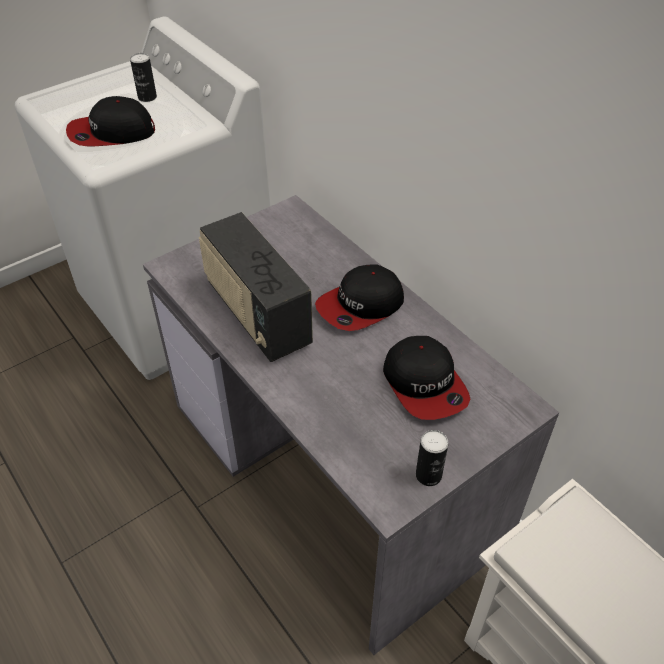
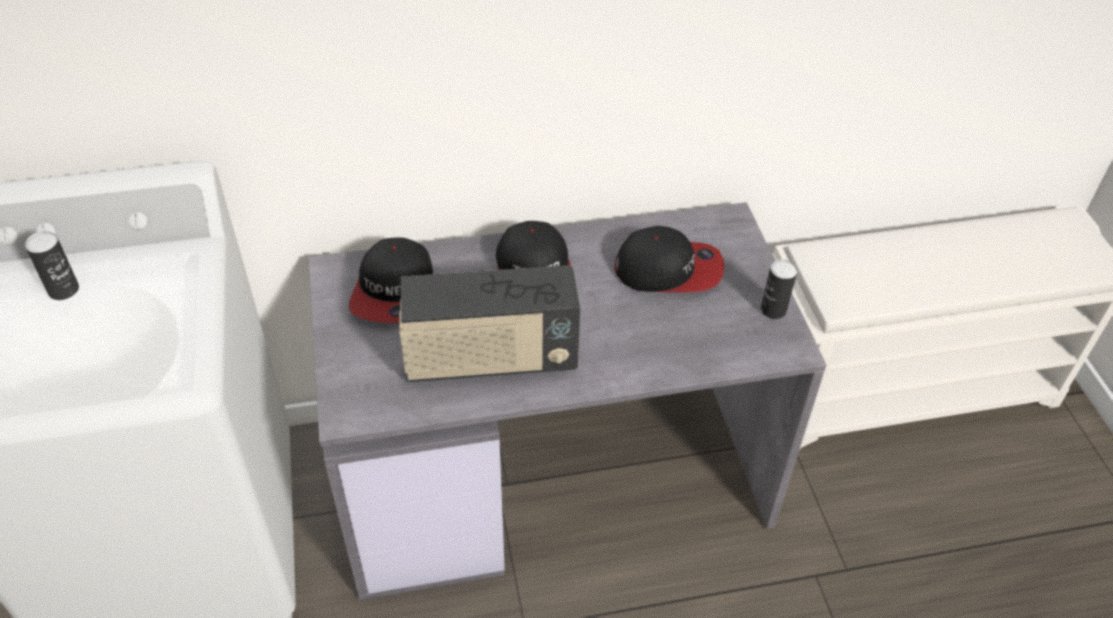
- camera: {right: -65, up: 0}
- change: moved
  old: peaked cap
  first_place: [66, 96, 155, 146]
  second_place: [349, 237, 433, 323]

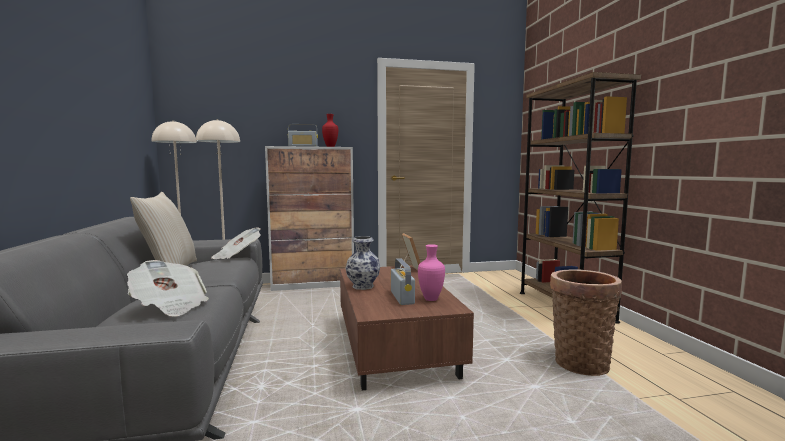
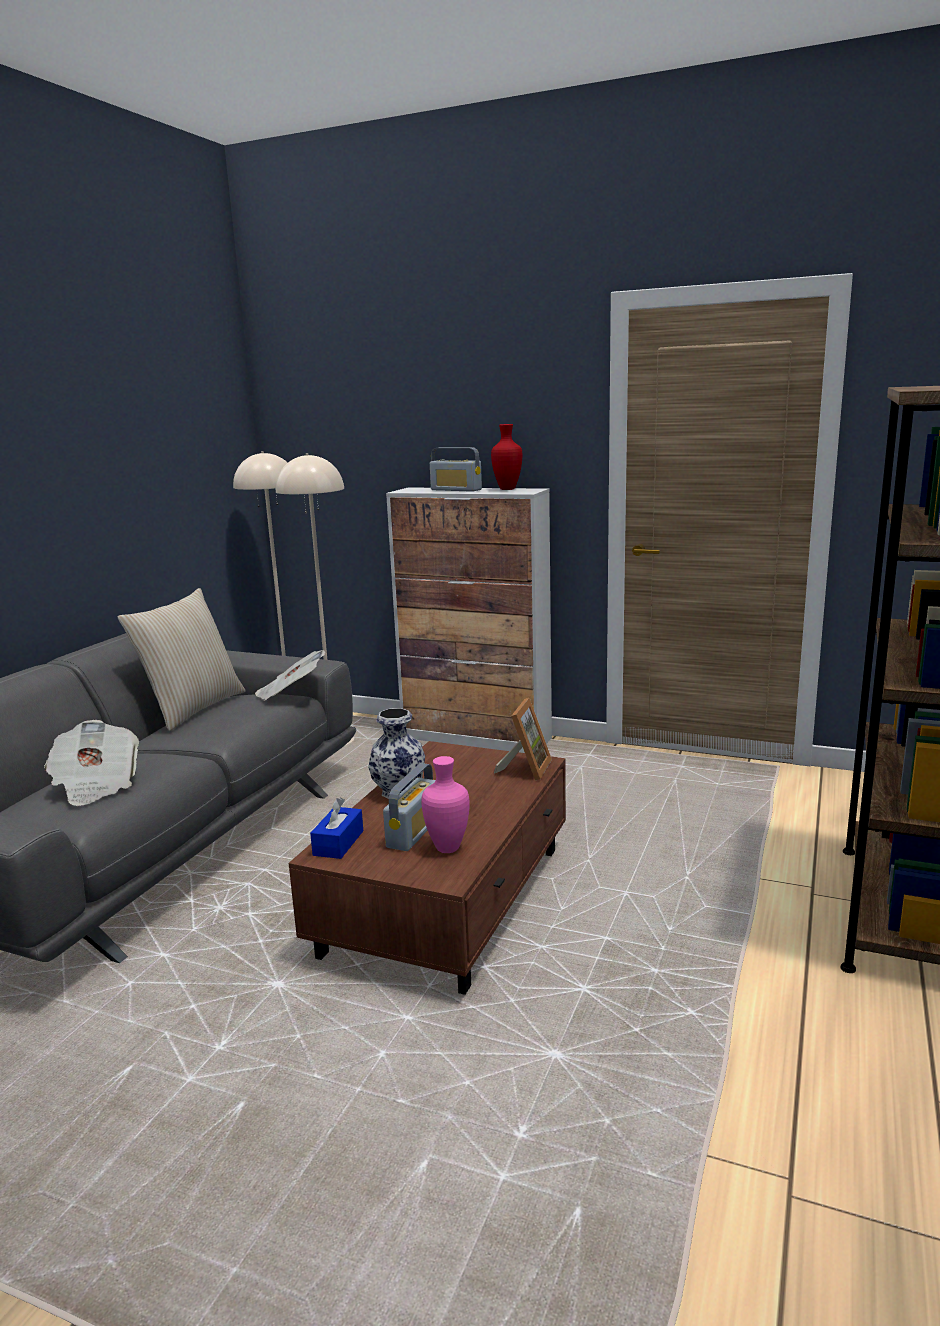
- camera: {right: 35, up: 10}
- change: removed
  old: basket
  first_place: [550, 269, 622, 376]
- change: added
  new: bluish tissue box
  second_place: [310, 797, 363, 859]

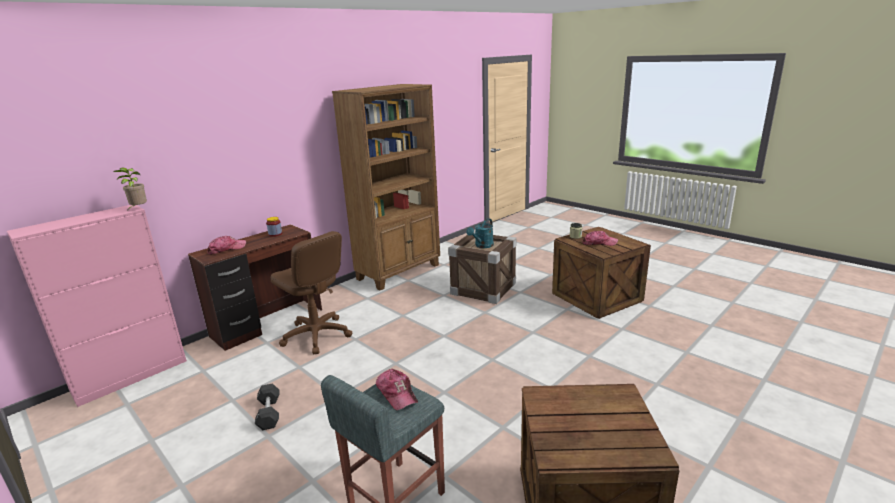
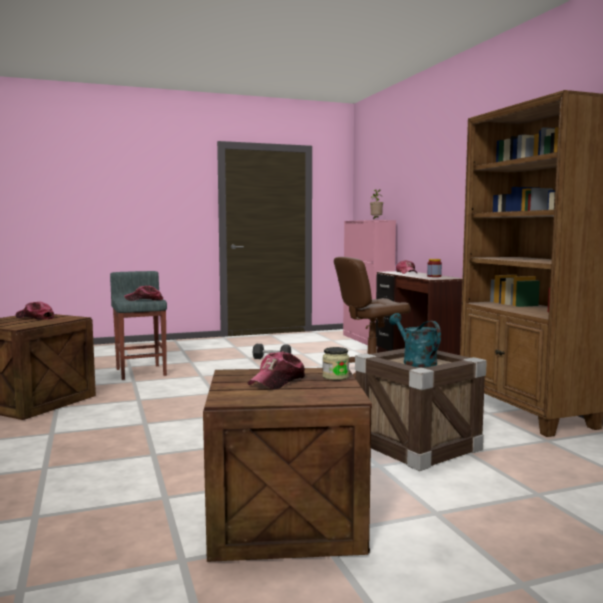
- camera: {right: 115, up: -15}
- change: added
  new: peaked cap
  second_place: [15, 301, 54, 320]

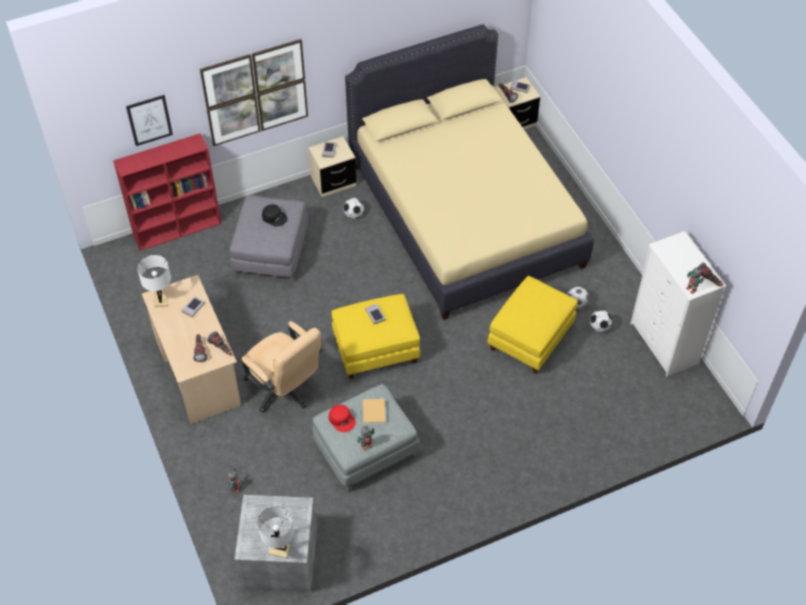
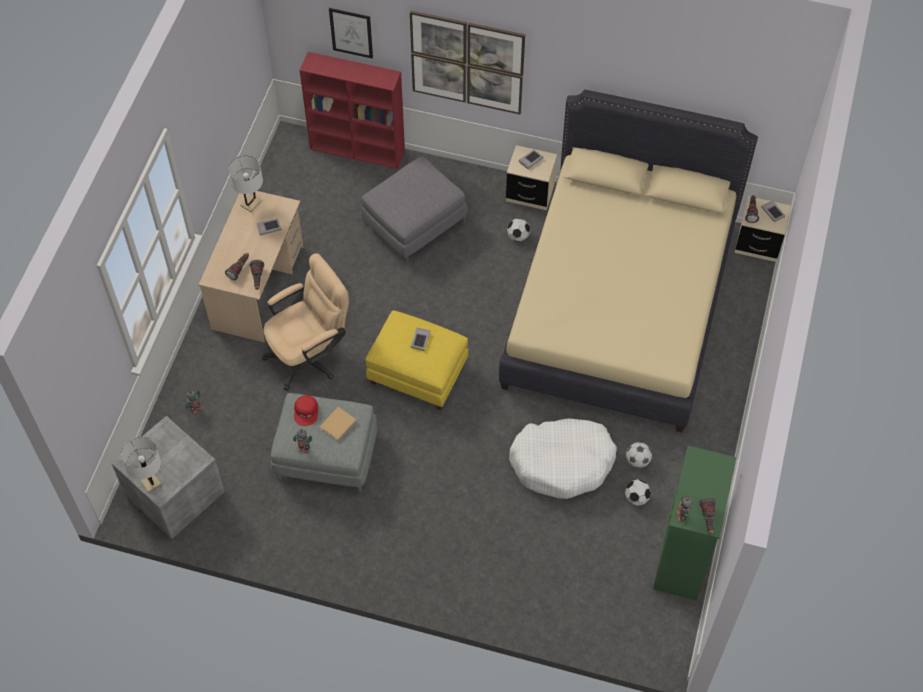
- camera: {right: 40, up: 5}
- change: removed
  old: black peaked cap
  first_place: [262, 204, 287, 226]
- change: replaced
  old: yellowish footrest
  new: whitish dog bed
  first_place: [488, 276, 578, 374]
  second_place: [509, 418, 617, 499]
- change: recoloured
  old: whitish drawer chest
  new: green-coloured drawer chest
  first_place: [630, 231, 726, 376]
  second_place: [653, 446, 737, 601]
- change: turned
  old: sand-coloured office chair
  first_place: [242, 321, 322, 413]
  second_place: [262, 253, 349, 391]
  degrees: -120

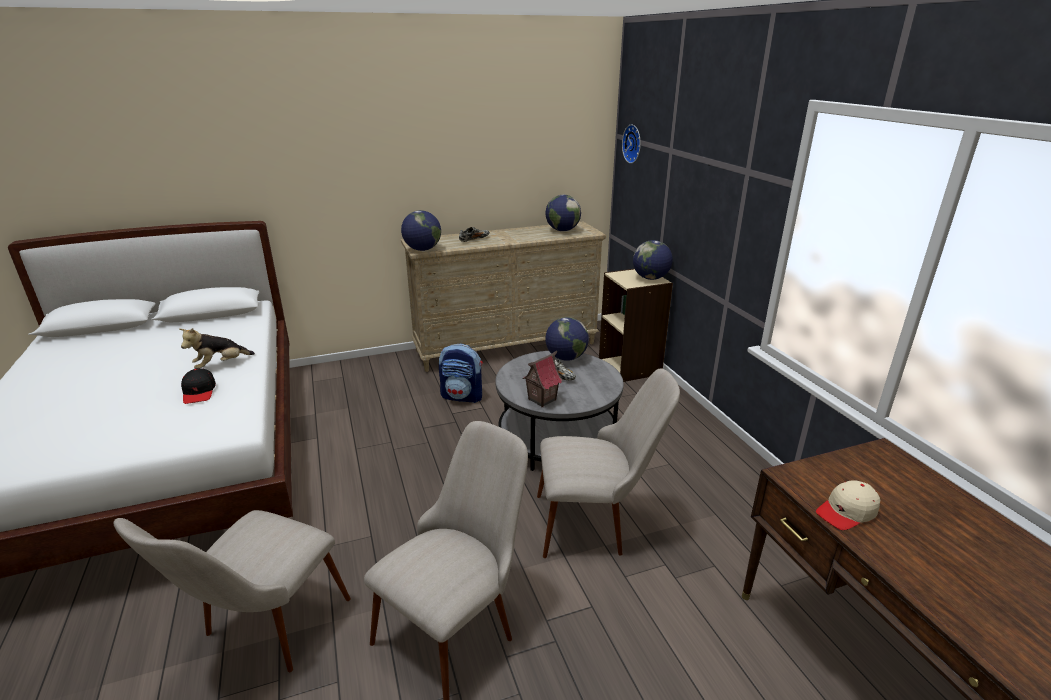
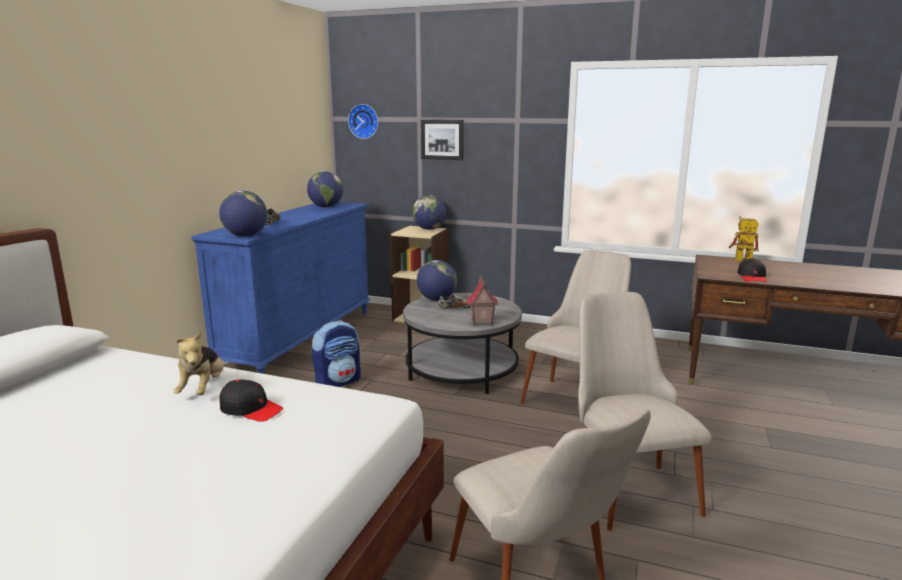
- camera: {right: -50, up: -10}
- change: added
  new: picture
  second_place: [421, 120, 464, 160]
- change: added
  new: robot figure
  second_place: [729, 216, 759, 261]
- change: recoloured
  old: sand-coloured drawer chest
  new: bluish drawer chest
  first_place: [401, 221, 606, 372]
  second_place: [191, 202, 370, 374]
- change: recoloured
  old: sand-coloured peaked cap
  new: black peaked cap
  first_place: [816, 481, 880, 530]
  second_place: [737, 258, 767, 282]

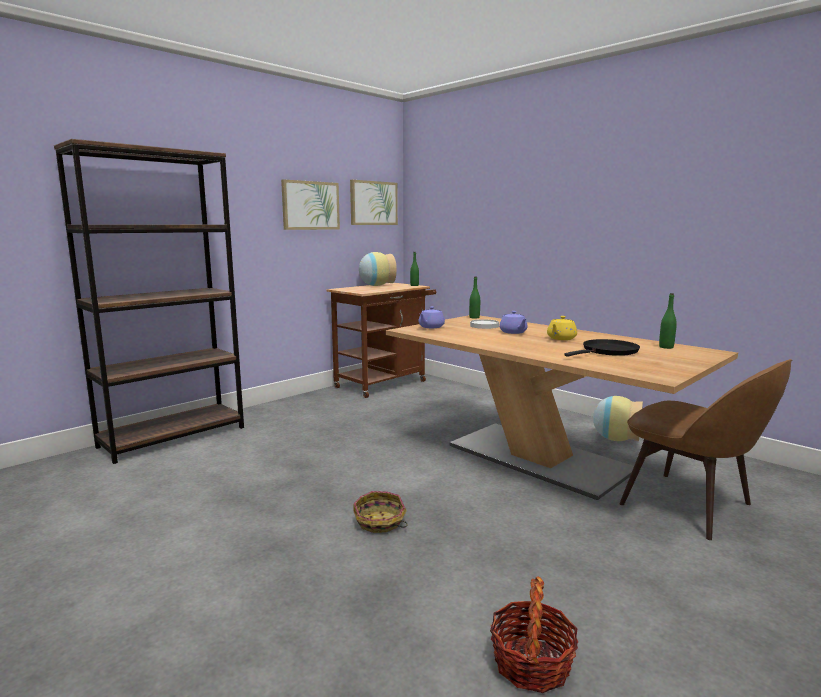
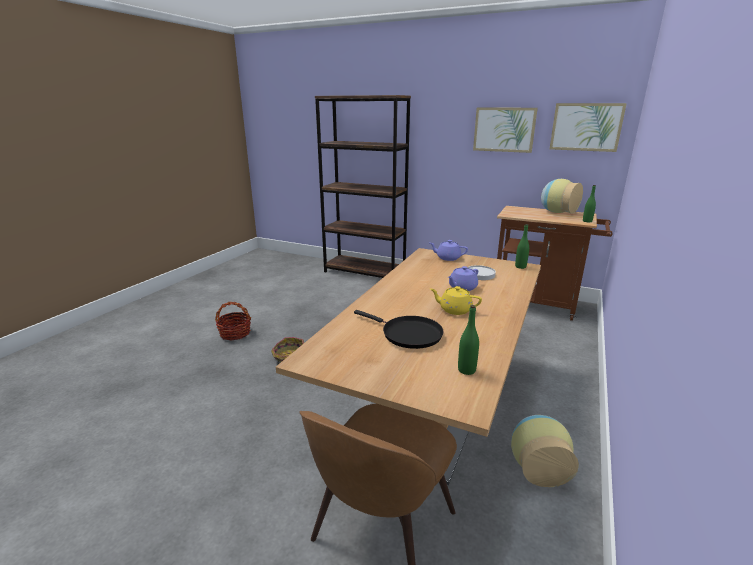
- camera: {right: 70, up: 10}
- change: moved
  old: basket
  first_place: [490, 576, 578, 693]
  second_place: [215, 302, 251, 340]

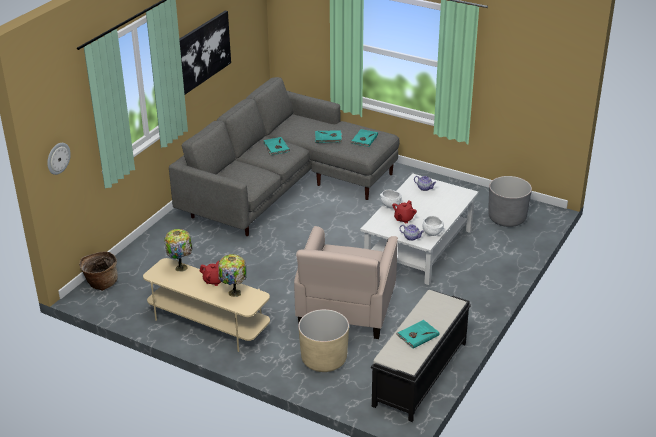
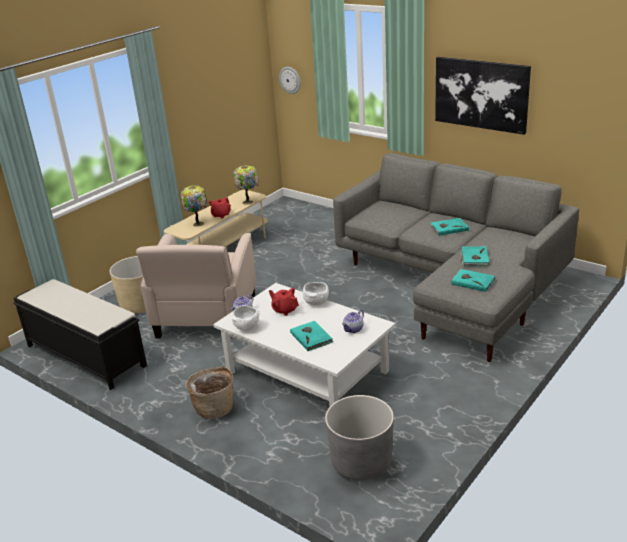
- camera: {right: 100, up: -5}
- change: moved
  old: basket
  first_place: [79, 251, 118, 291]
  second_place: [186, 366, 234, 419]
- change: moved
  old: turquoise volume
  first_place: [396, 320, 439, 349]
  second_place: [290, 321, 333, 351]
- change: turned
  old: sand-coloured armchair
  first_place: [294, 226, 398, 339]
  second_place: [136, 233, 256, 338]
  degrees: -105

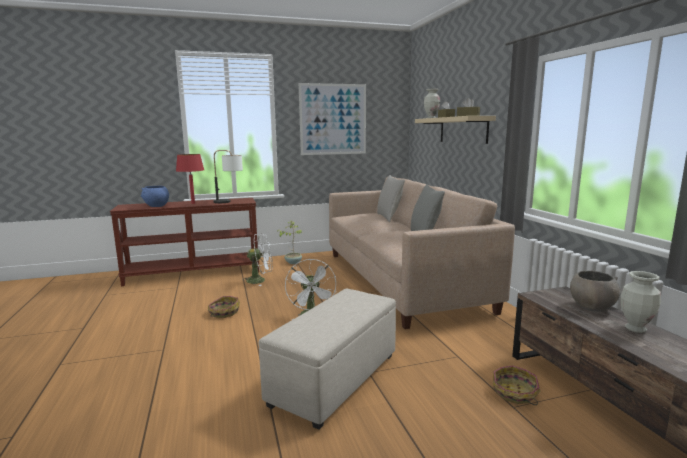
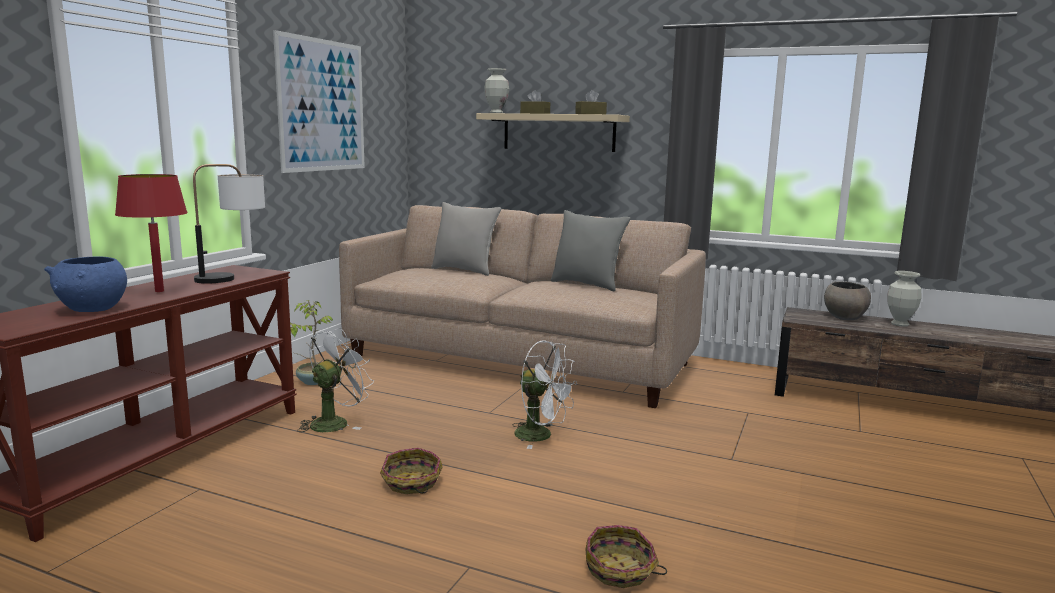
- camera: {right: -50, up: 0}
- change: removed
  old: sand-coloured footrest
  first_place: [259, 289, 396, 430]
- change: moved
  old: basket
  first_place: [493, 366, 541, 405]
  second_place: [586, 525, 667, 588]

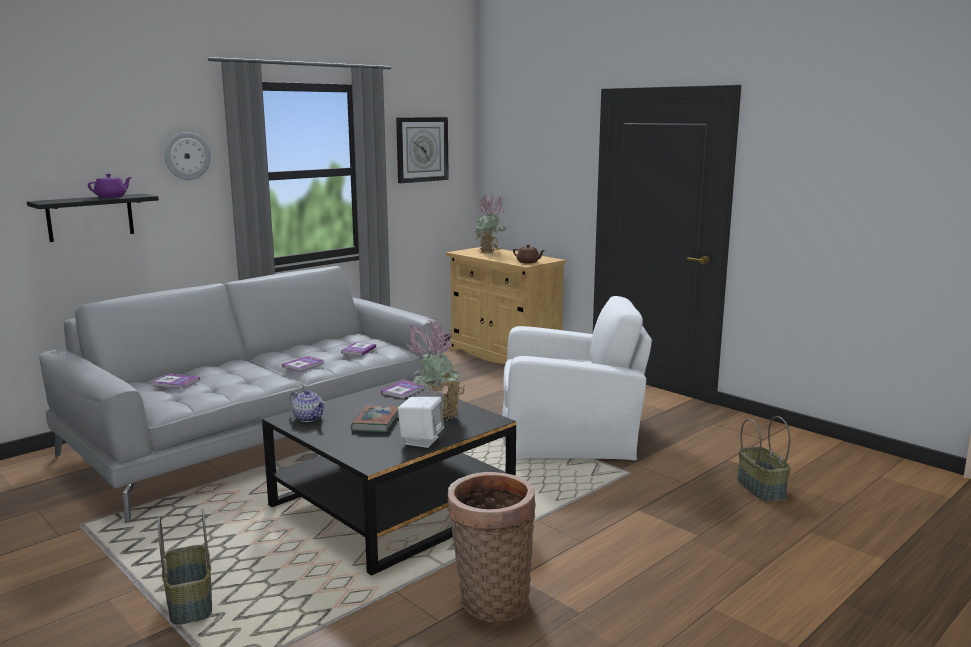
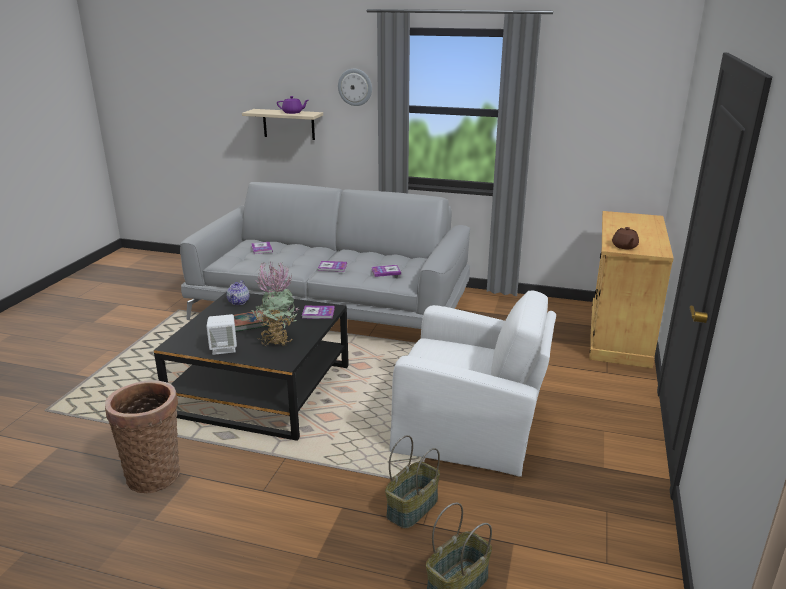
- camera: {right: 60, up: 10}
- change: removed
  old: clock on the wall
  first_place: [396, 117, 449, 183]
- change: removed
  old: houseplant
  first_place: [475, 194, 507, 253]
- change: moved
  old: basket
  first_place: [158, 509, 212, 625]
  second_place: [385, 435, 440, 529]
- change: recoloured
  old: black shelf
  new: sand-coloured shelf
  first_place: [27, 194, 159, 242]
  second_place: [242, 109, 323, 140]
- change: turned
  old: whitish armchair
  first_place: [502, 296, 652, 460]
  second_place: [389, 290, 556, 477]
  degrees: -45

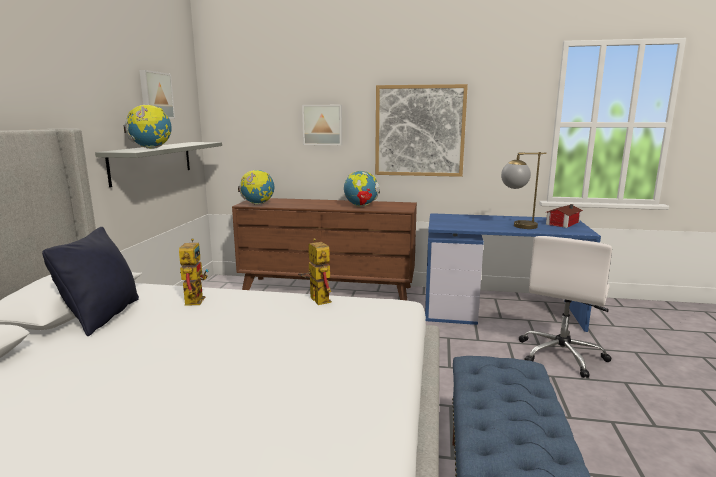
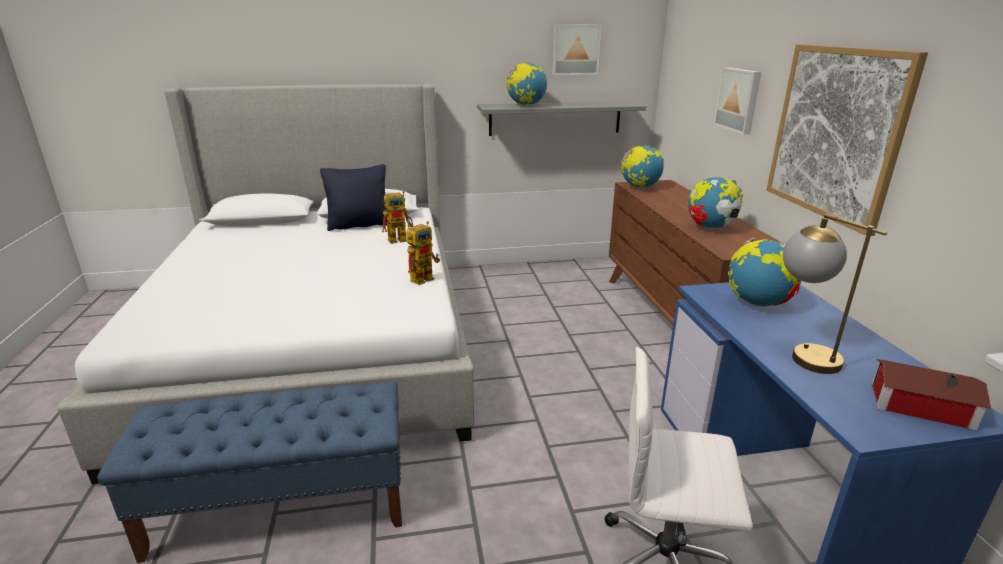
- camera: {right: 70, up: 10}
- change: added
  new: globe
  second_place: [728, 237, 801, 307]

